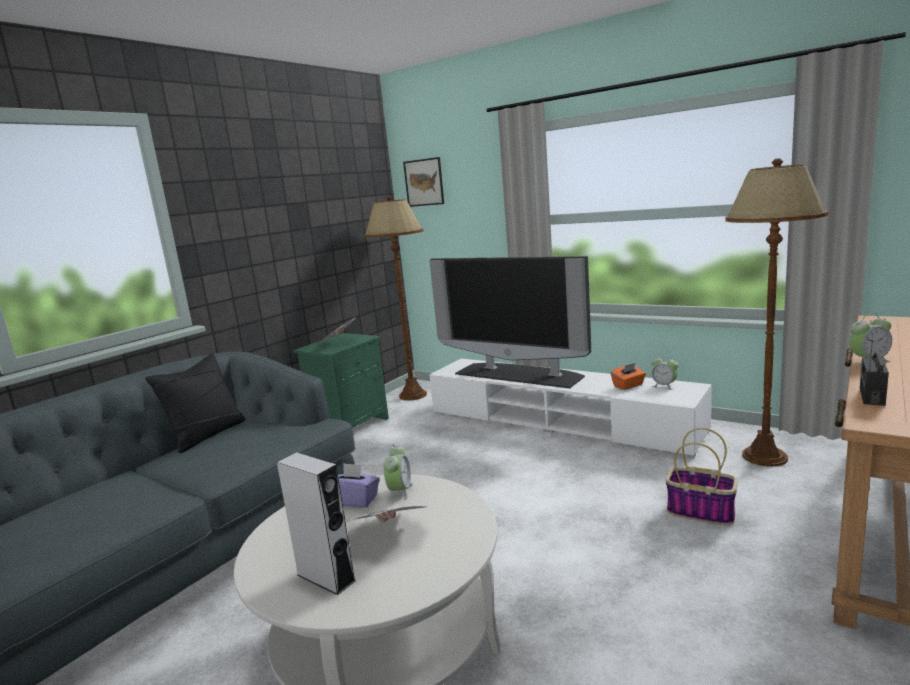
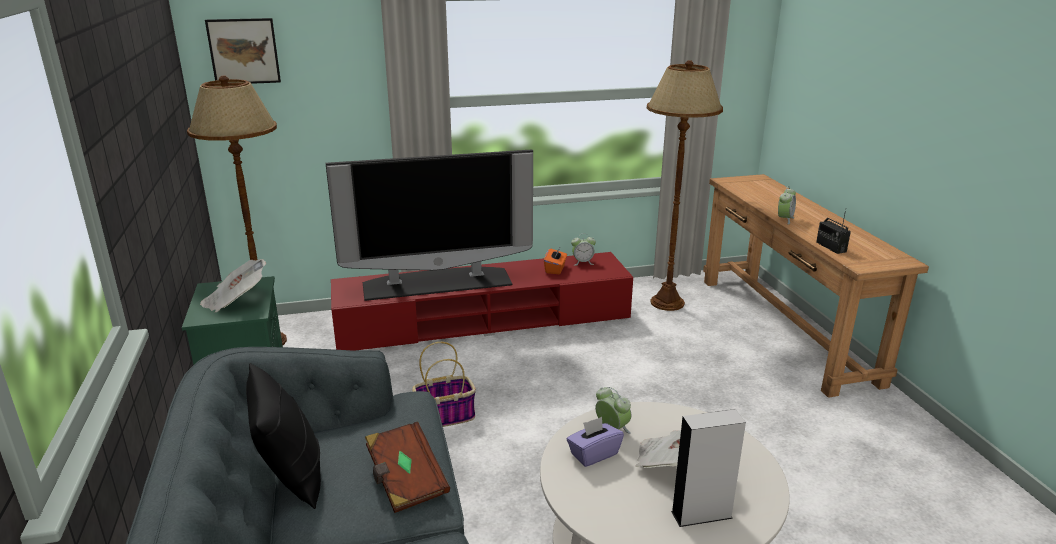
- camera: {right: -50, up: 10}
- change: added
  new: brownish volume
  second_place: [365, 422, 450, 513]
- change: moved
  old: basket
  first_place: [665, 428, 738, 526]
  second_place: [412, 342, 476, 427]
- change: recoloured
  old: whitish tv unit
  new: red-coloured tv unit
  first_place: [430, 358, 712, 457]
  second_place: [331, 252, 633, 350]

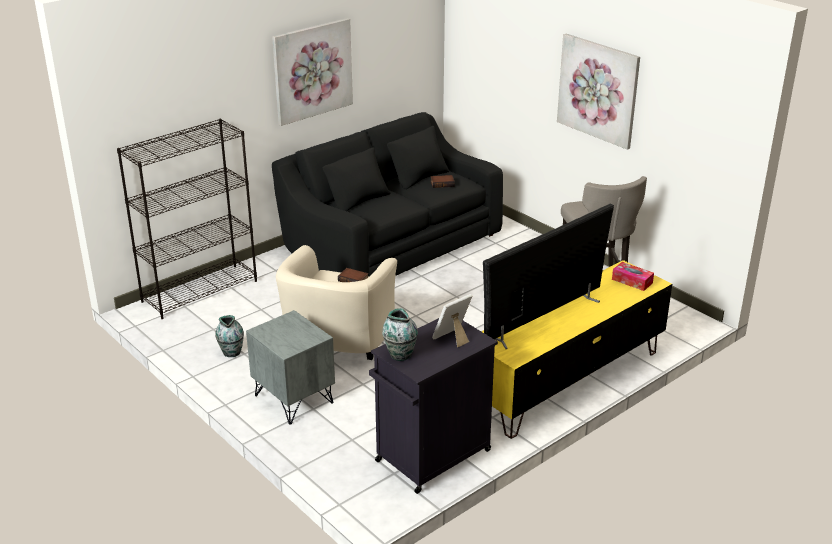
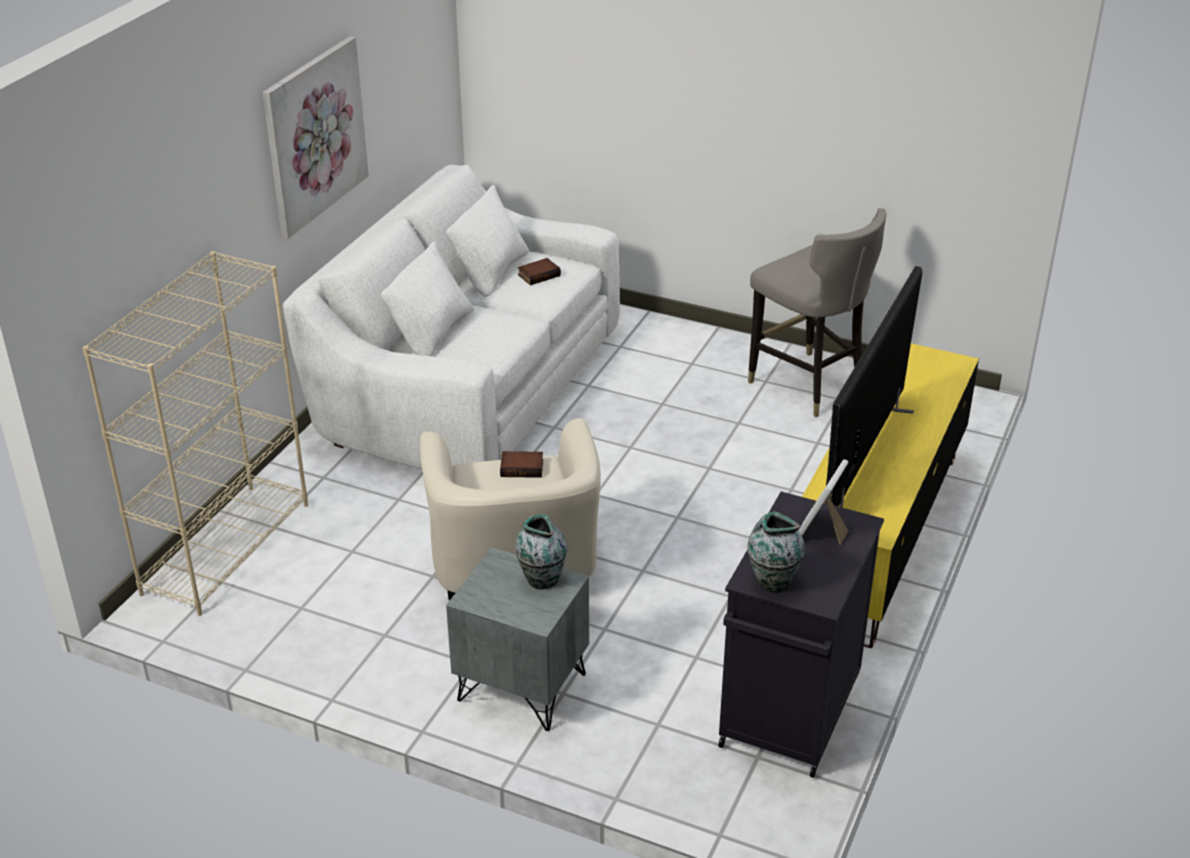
- camera: {right: -25, up: 5}
- change: removed
  old: picture
  first_place: [557, 34, 640, 150]
- change: removed
  old: tissue box
  first_place: [612, 262, 654, 291]
- change: moved
  old: decorative vase
  first_place: [215, 315, 244, 357]
  second_place: [515, 514, 568, 589]
- change: recoloured
  old: black shelving unit
  new: sand-coloured shelving unit
  first_place: [117, 119, 257, 319]
  second_place: [83, 251, 308, 616]
- change: recoloured
  old: black settee
  new: whitish settee
  first_place: [272, 112, 503, 277]
  second_place: [283, 165, 620, 470]

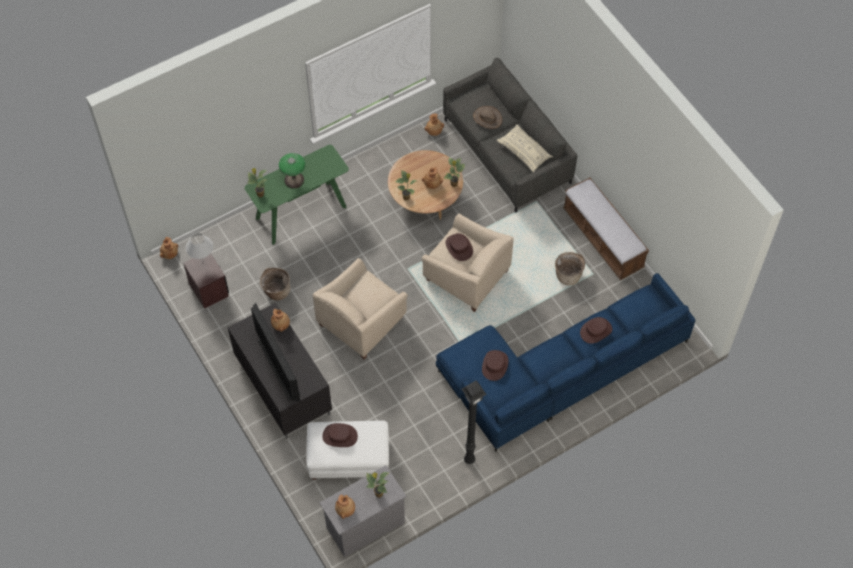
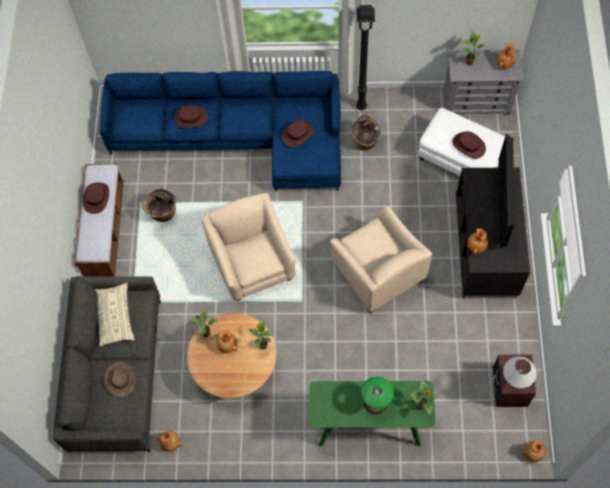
- camera: {right: -145, up: 5}
- change: moved
  old: basket
  first_place: [260, 268, 291, 301]
  second_place: [351, 115, 382, 150]
- change: moved
  old: brownish wearable hat
  first_place: [445, 233, 473, 261]
  second_place: [83, 182, 109, 214]
- change: turned
  old: sand-coloured armchair
  first_place: [313, 258, 408, 359]
  second_place: [330, 206, 432, 314]
  degrees: 75

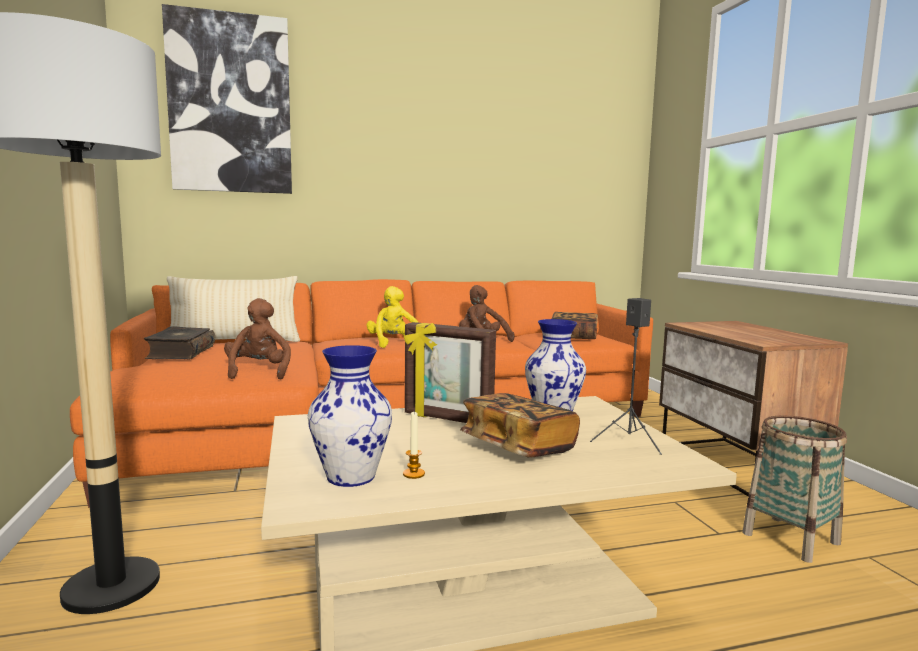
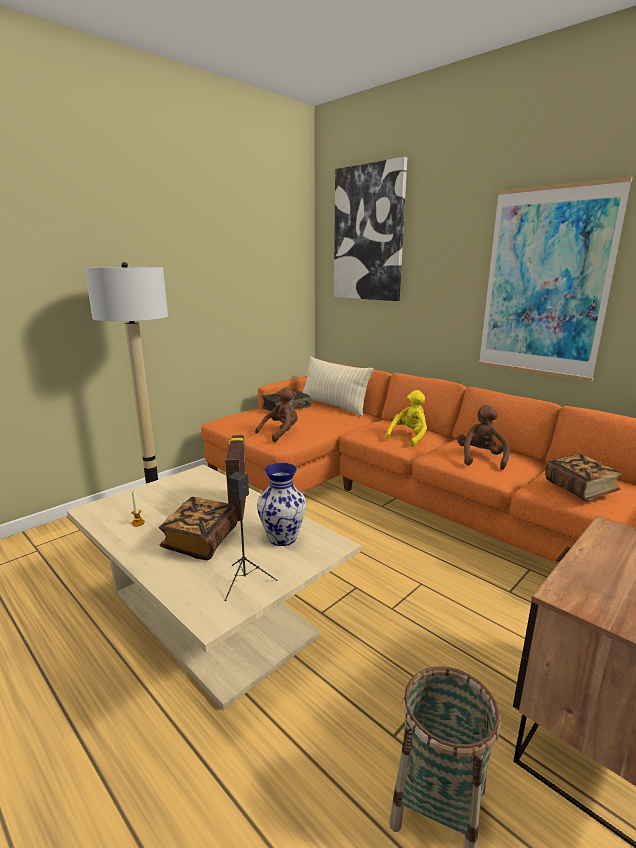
- camera: {right: 60, up: 10}
- change: removed
  old: decorative vase
  first_place: [308, 345, 392, 487]
- change: added
  new: picture
  second_place: [478, 177, 633, 382]

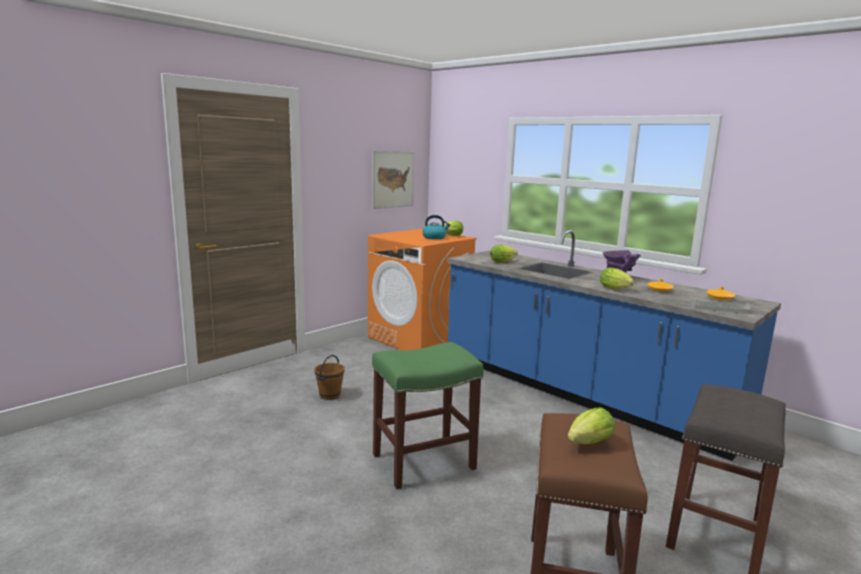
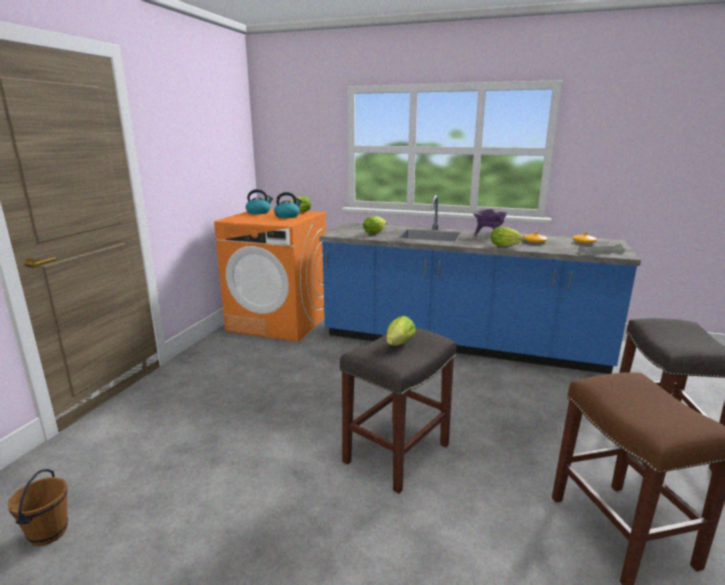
- camera: {right: -25, up: 5}
- change: removed
  old: picture
  first_place: [372, 151, 414, 209]
- change: added
  new: tea kettle
  second_place: [246, 189, 273, 214]
- change: moved
  old: brownish pail
  first_place: [314, 355, 345, 400]
  second_place: [8, 469, 68, 546]
- change: moved
  old: lettuce
  first_place: [568, 407, 615, 444]
  second_place: [386, 316, 416, 346]
- change: recoloured
  old: green-coloured sitting stool
  new: greyish sitting stool
  first_place: [372, 342, 484, 489]
  second_place: [340, 327, 456, 494]

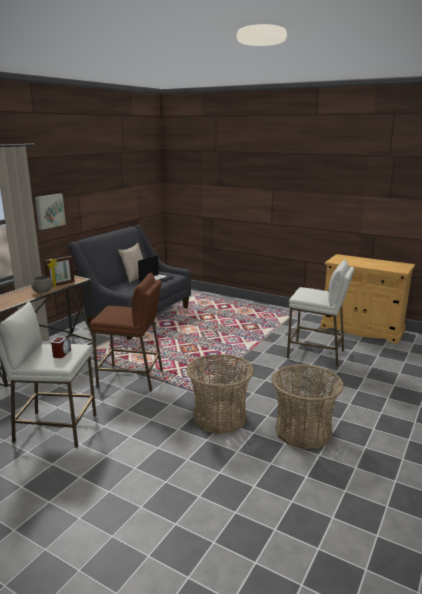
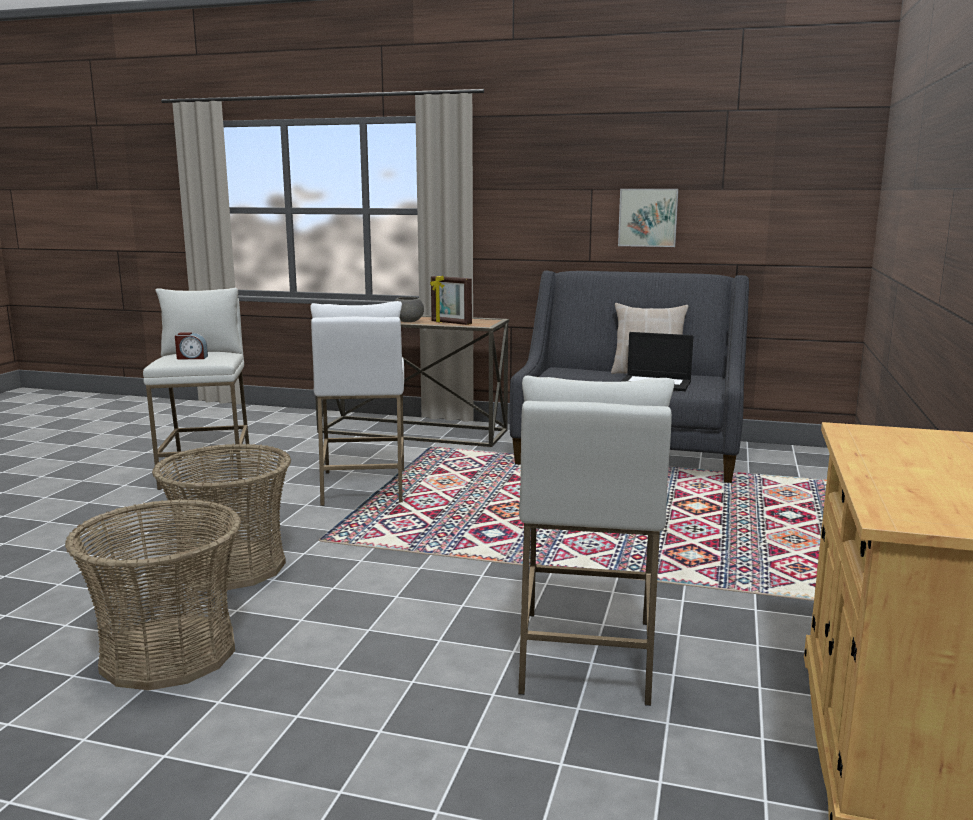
- camera: {right: 75, up: -5}
- change: moved
  old: picture
  first_place: [35, 194, 66, 230]
  second_place: [618, 189, 679, 247]
- change: recoloured
  old: brownish sitting stool
  new: whitish sitting stool
  first_place: [90, 273, 163, 392]
  second_place: [310, 301, 404, 506]

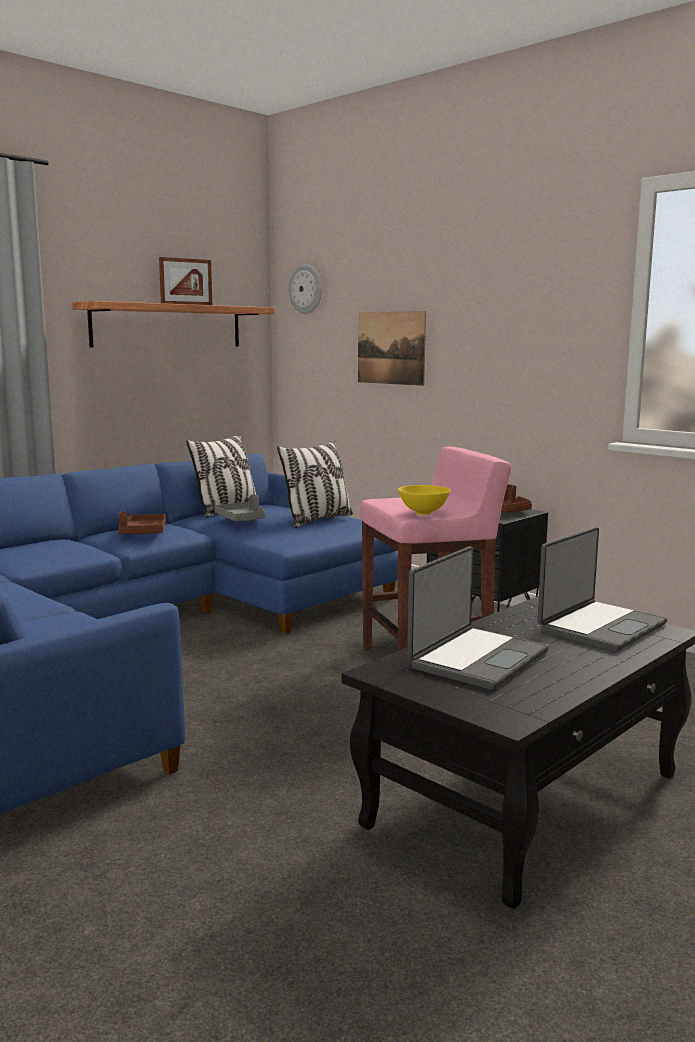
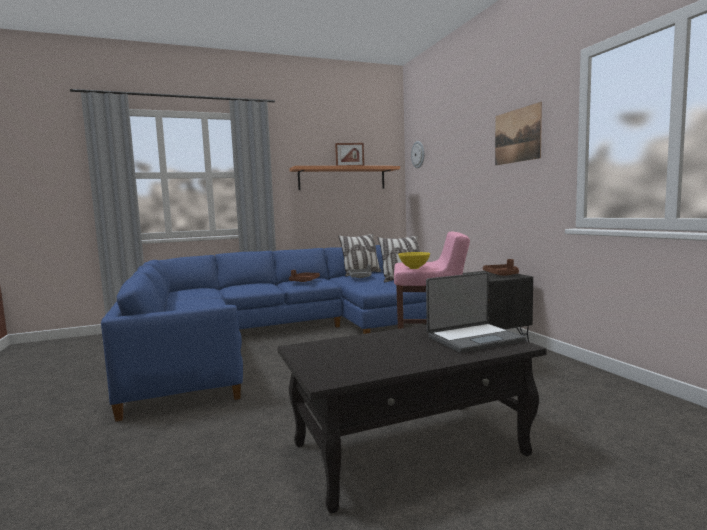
- camera: {right: 25, up: -5}
- change: removed
  old: laptop
  first_place: [407, 546, 549, 690]
- change: moved
  old: picture
  first_place: [358, 311, 426, 386]
  second_place: [495, 102, 542, 165]

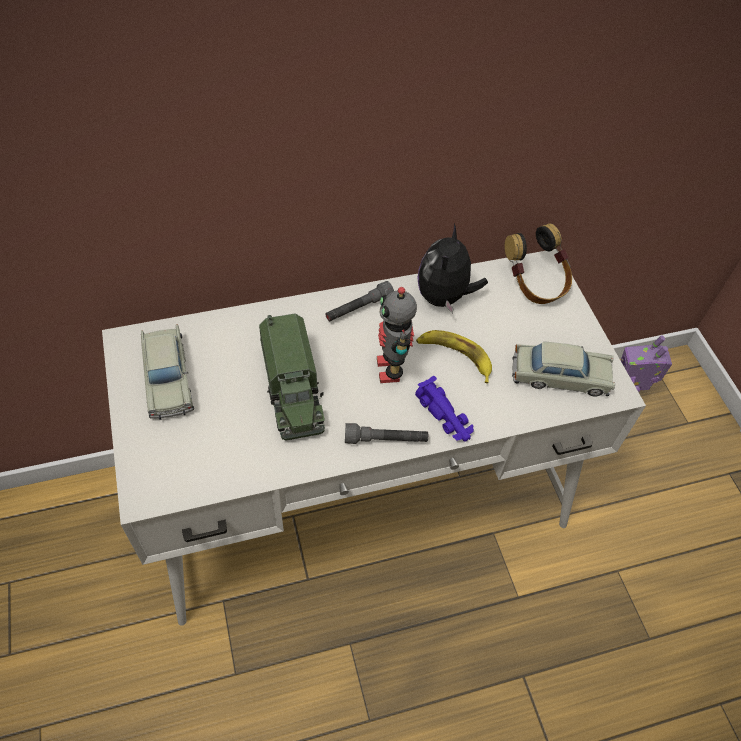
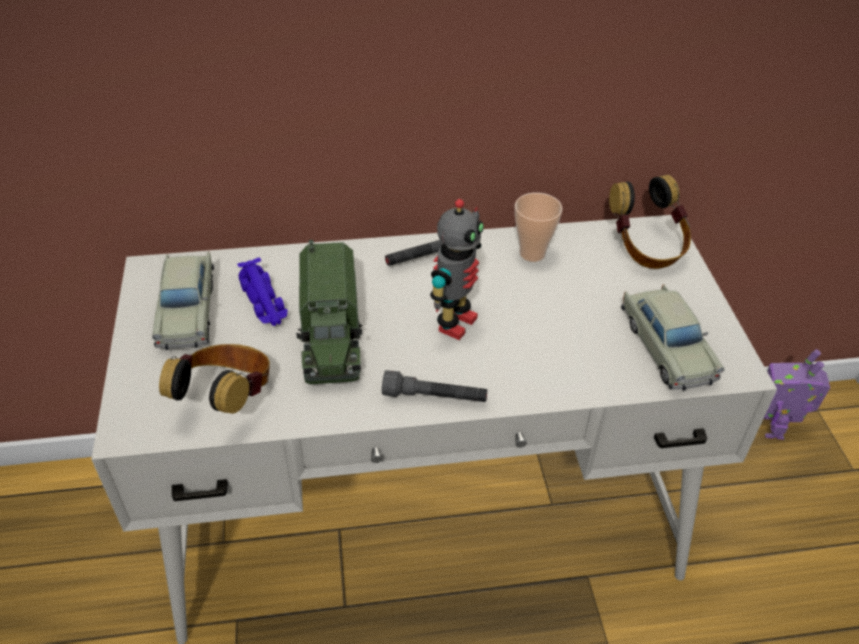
- camera: {right: 10, up: -10}
- change: removed
  old: banana
  first_place: [416, 330, 492, 383]
- change: added
  new: pair of headphones
  second_place: [159, 344, 270, 414]
- change: moved
  old: purple-coloured toy car
  first_place: [415, 376, 474, 442]
  second_place: [237, 258, 288, 326]
- change: replaced
  old: soft toy
  new: cup
  first_place: [417, 223, 488, 314]
  second_place: [515, 193, 562, 262]
- change: turned
  old: robot figure
  first_place: [377, 287, 417, 383]
  second_place: [430, 199, 484, 340]
  degrees: -150
- change: turned
  old: sand-coloured toy car
  first_place: [512, 341, 615, 397]
  second_place: [621, 284, 725, 391]
  degrees: 60

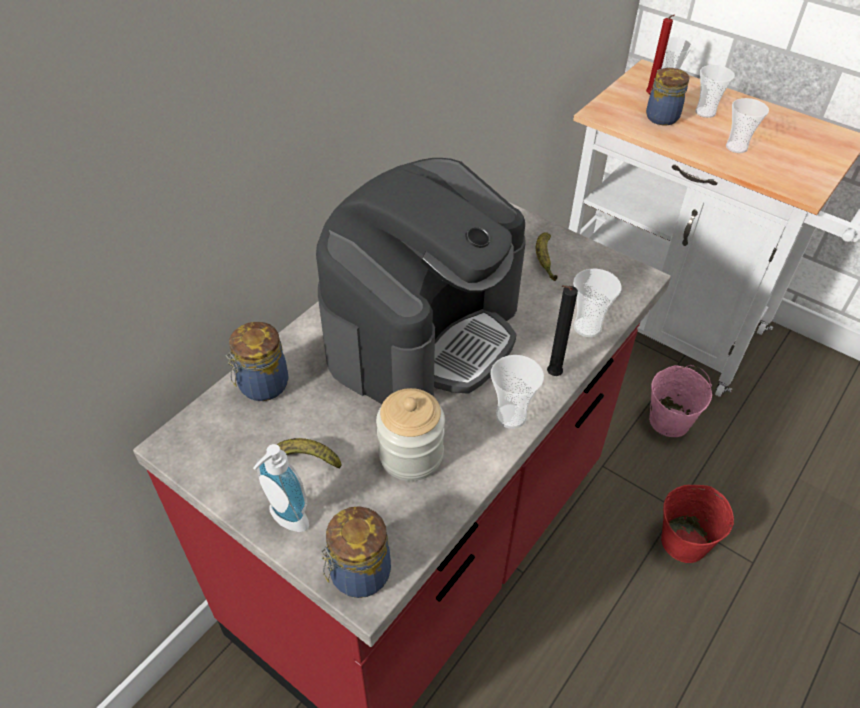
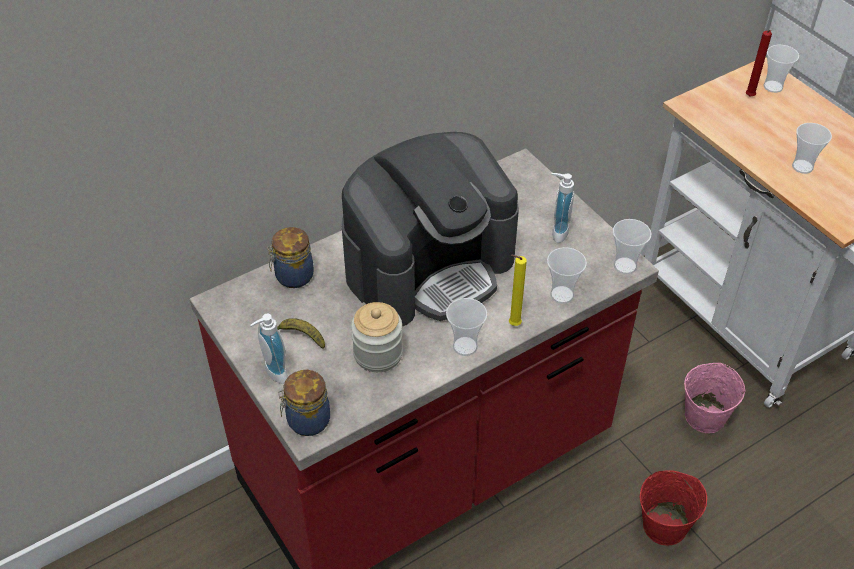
- camera: {right: 20, up: 0}
- change: removed
  old: jar
  first_place: [646, 68, 690, 125]
- change: moved
  old: cup
  first_place: [695, 65, 735, 118]
  second_place: [613, 219, 651, 274]
- change: replaced
  old: banana
  new: soap dispenser
  first_place: [535, 232, 557, 281]
  second_place: [551, 173, 574, 243]
- change: recoloured
  old: black wax light
  new: yellowish wax light
  first_place: [547, 285, 578, 376]
  second_place: [509, 254, 527, 326]

